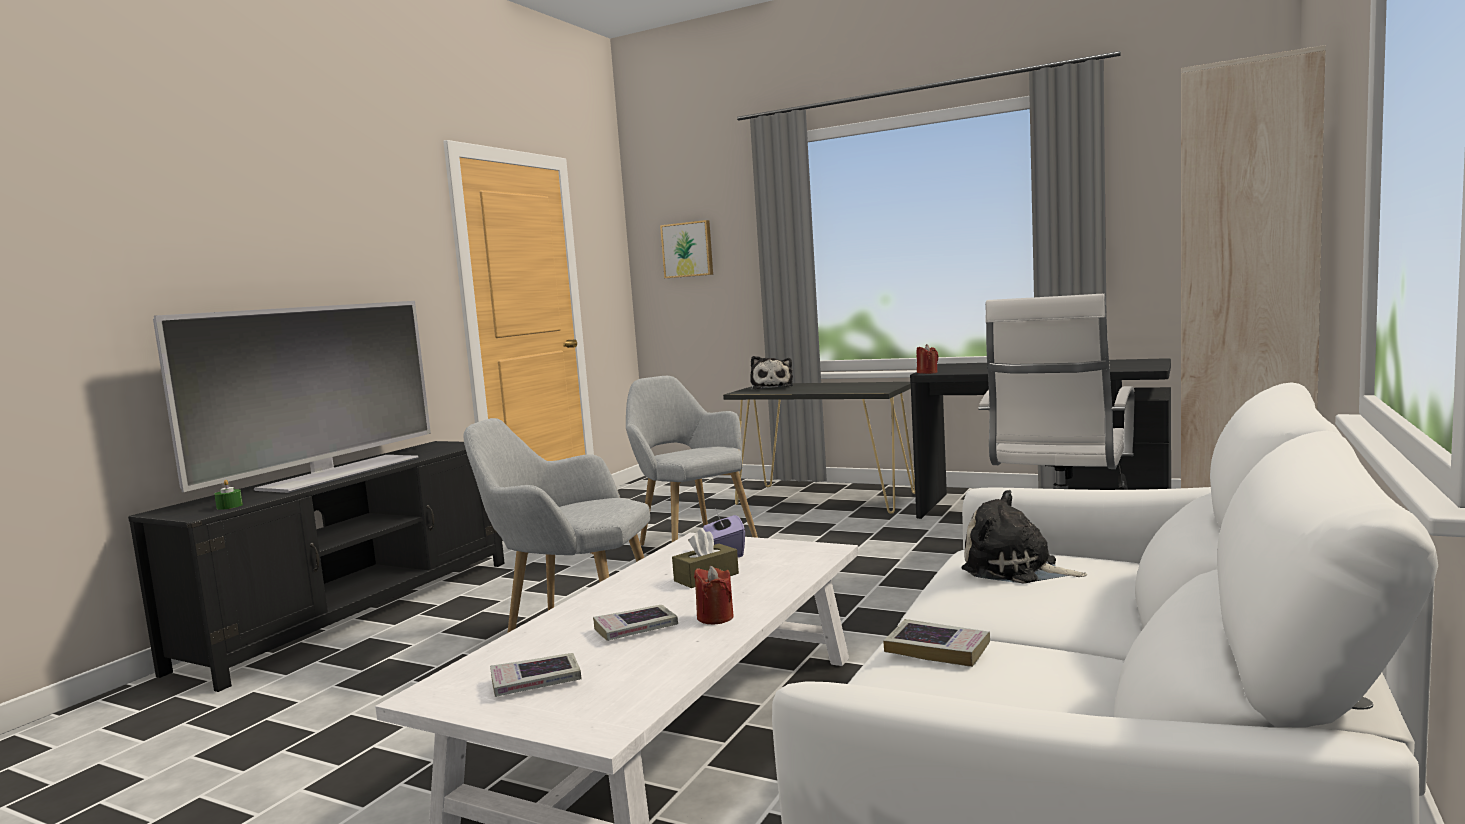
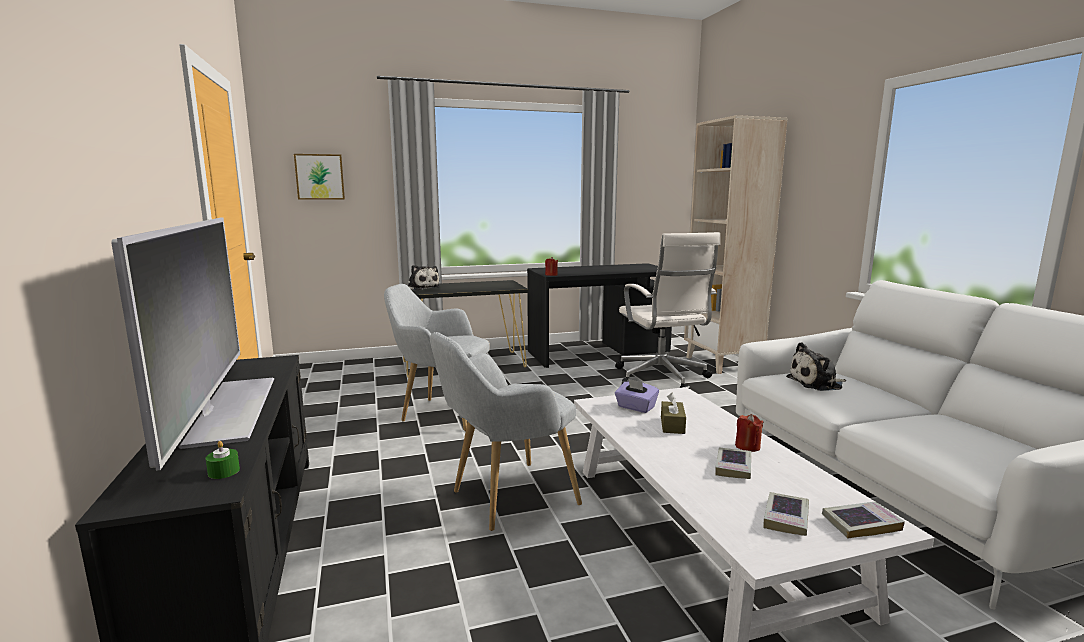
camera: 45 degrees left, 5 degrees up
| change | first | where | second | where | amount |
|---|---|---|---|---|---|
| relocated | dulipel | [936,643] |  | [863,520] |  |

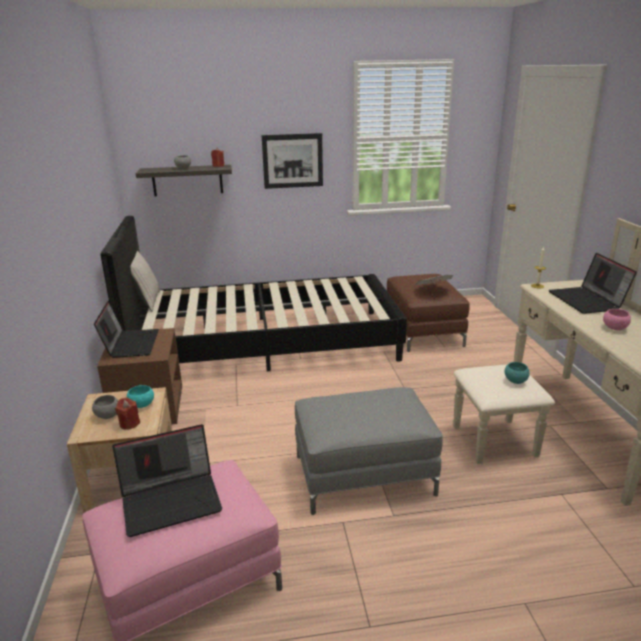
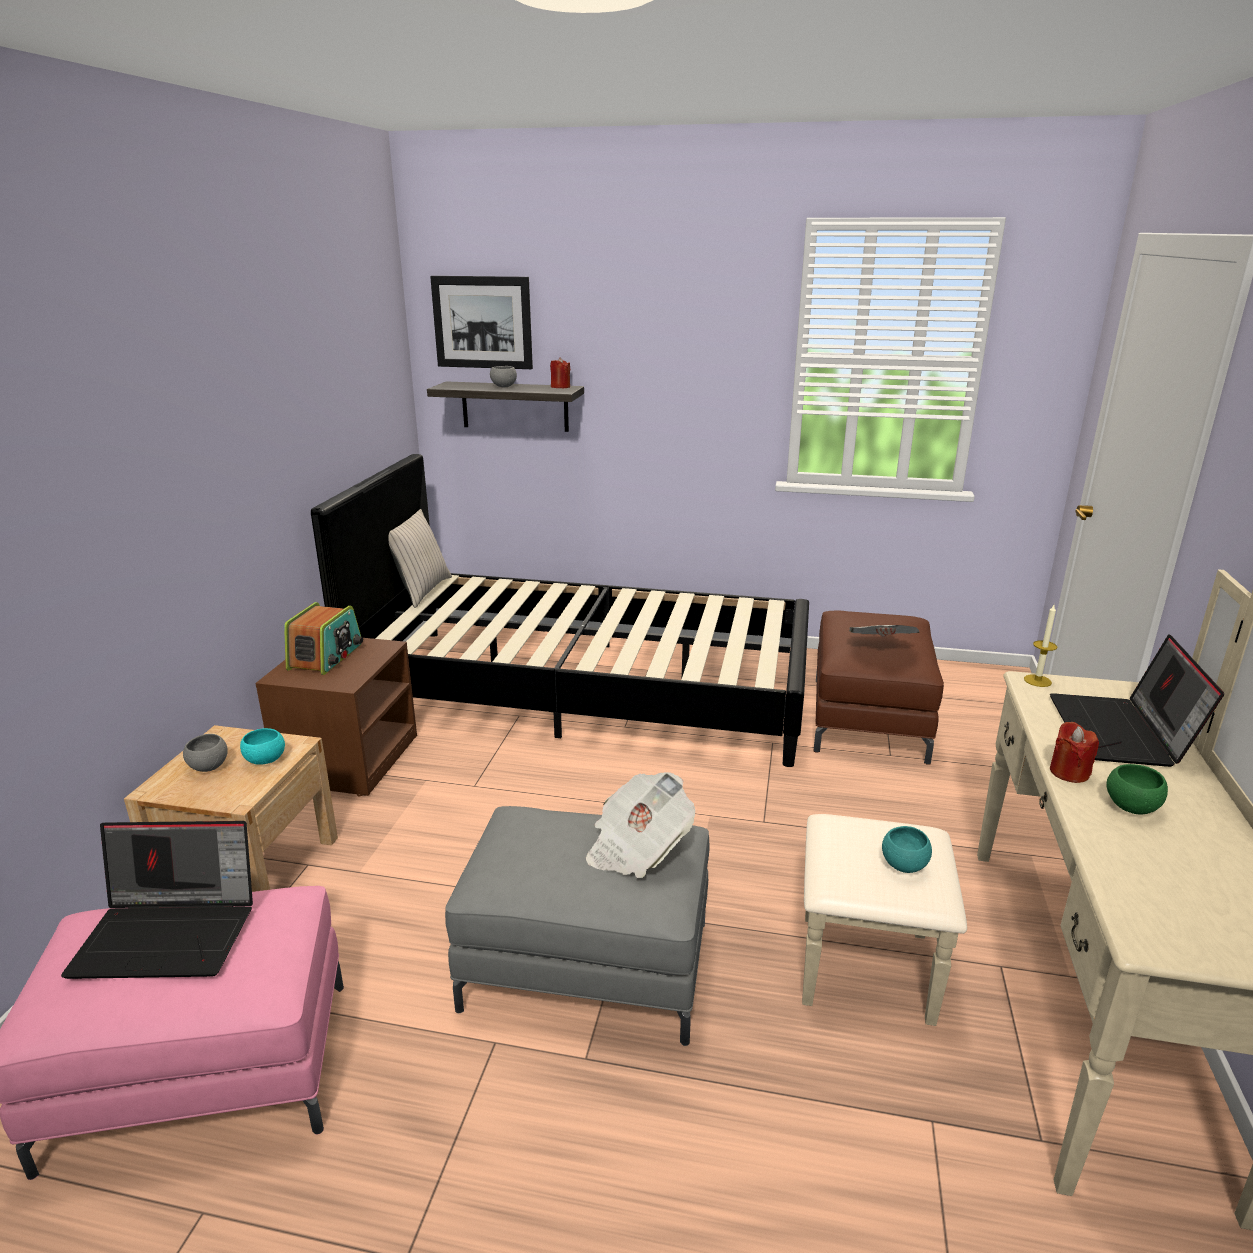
camera: 20 degrees right, 0 degrees up
| change | first | where | second | where | amount |
|---|---|---|---|---|---|
| exchanged | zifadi | [126,329] | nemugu | [323,638] |  |
| relocated | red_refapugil | [127,413] |  | [1074,752] |  |
| relocated | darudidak | [292,161] |  | [481,322] |  |
| colour | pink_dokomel | [617,319] | green_dokomel | [1137,789] |  |
| appeared |  |  | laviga | [640,825] |  |

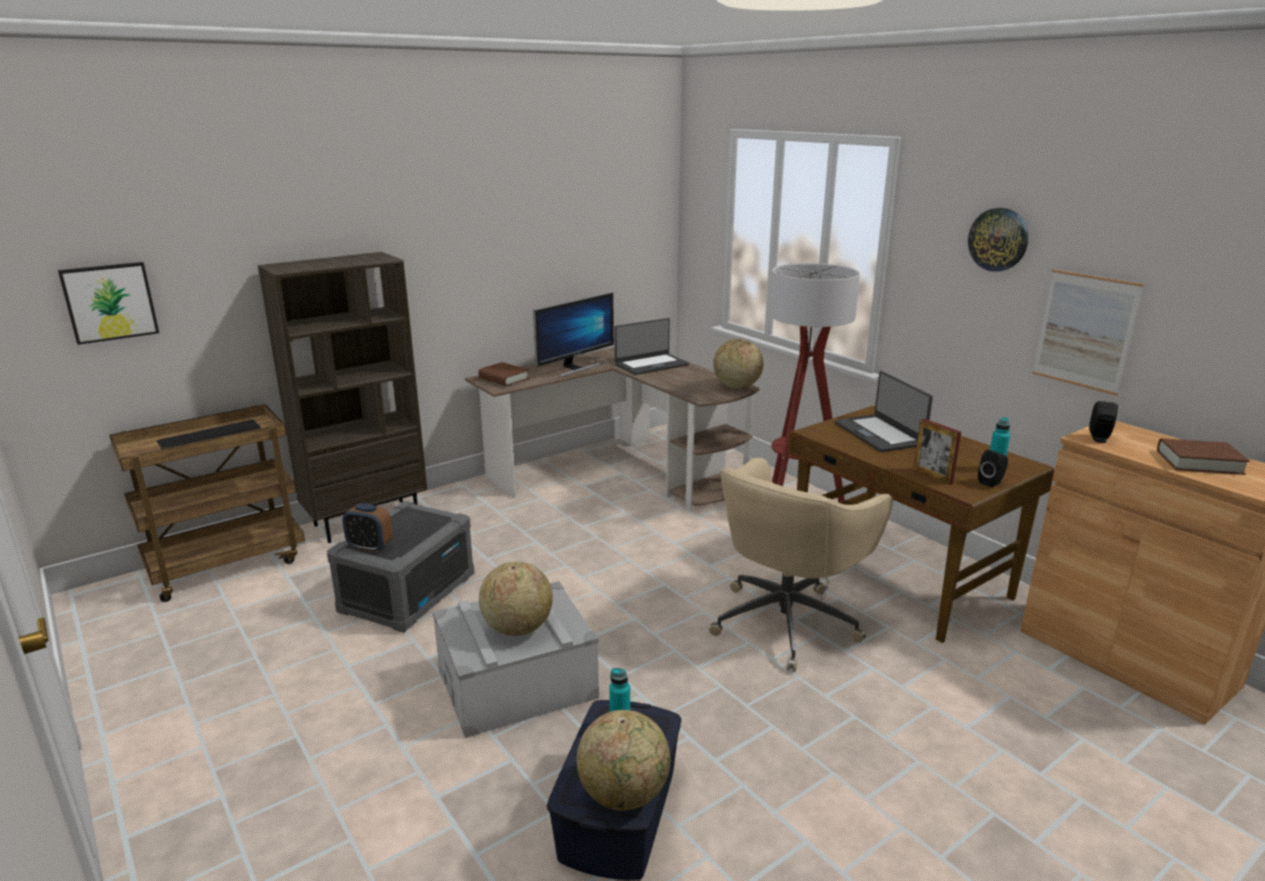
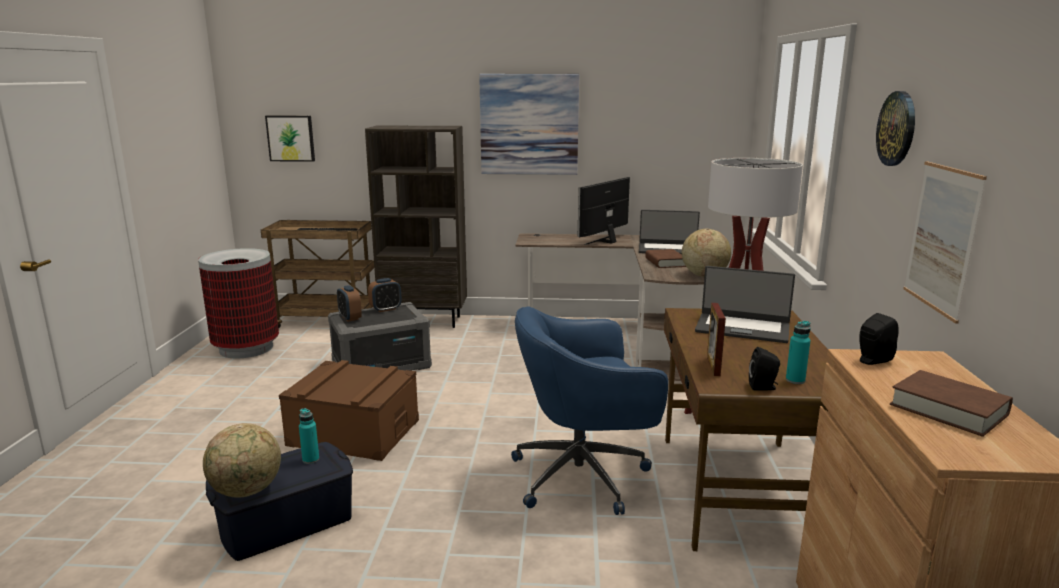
camera: 40 degrees right, 5 degrees down
| change | first | where | second | where | amount |
|---|---|---|---|---|---|
| colour | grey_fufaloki | [515,659] | brown_fufaloki | [349,410] |  |
| relocated | brown_dulipel | [503,374] |  | [665,258] |  |
| missing | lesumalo | [516,599] |  |  |  |
| spun | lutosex | [573,334] |  | [604,211] | 135 degrees clockwise |
| colour | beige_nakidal | [801,565] | blue_nakidal | [589,410] |  |
| spun | zifadi | [884,411] |  | [745,304] | 90 degrees counterclockwise |
| appeared |  |  | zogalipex | [238,303] |  |
| appeared |  |  | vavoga | [385,295] |  |
| appeared |  |  | darudidak | [529,124] |  |

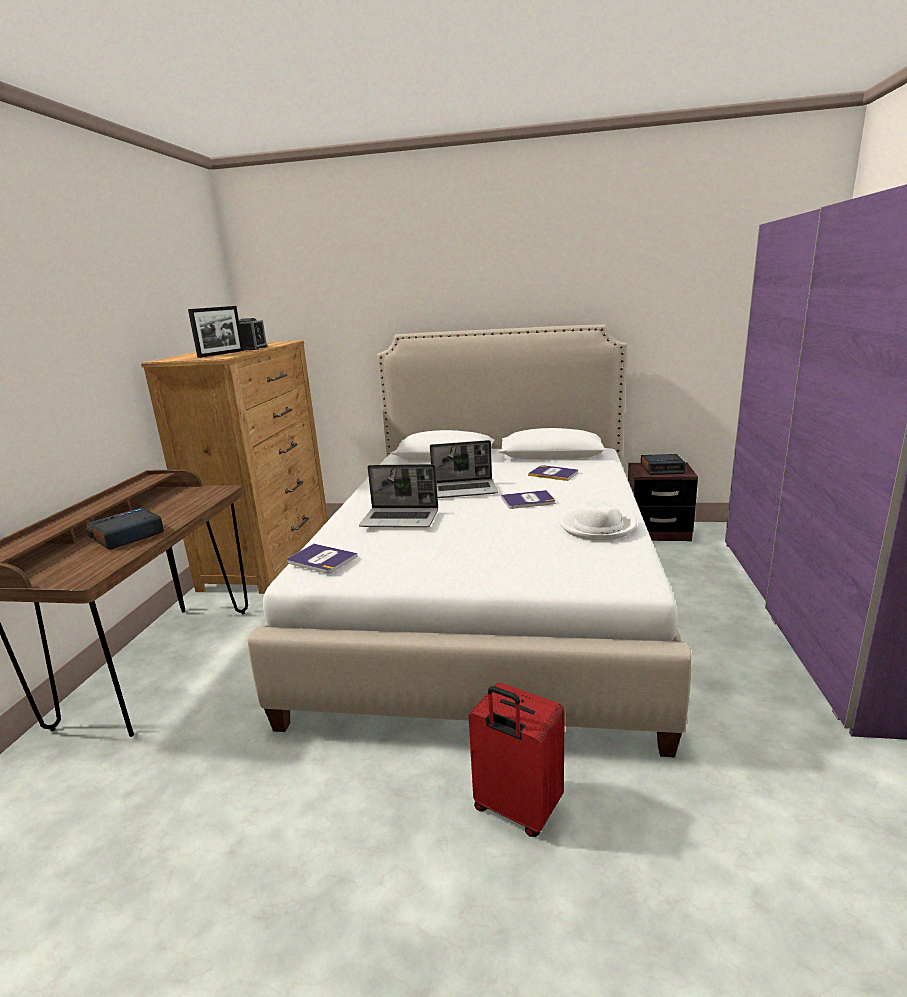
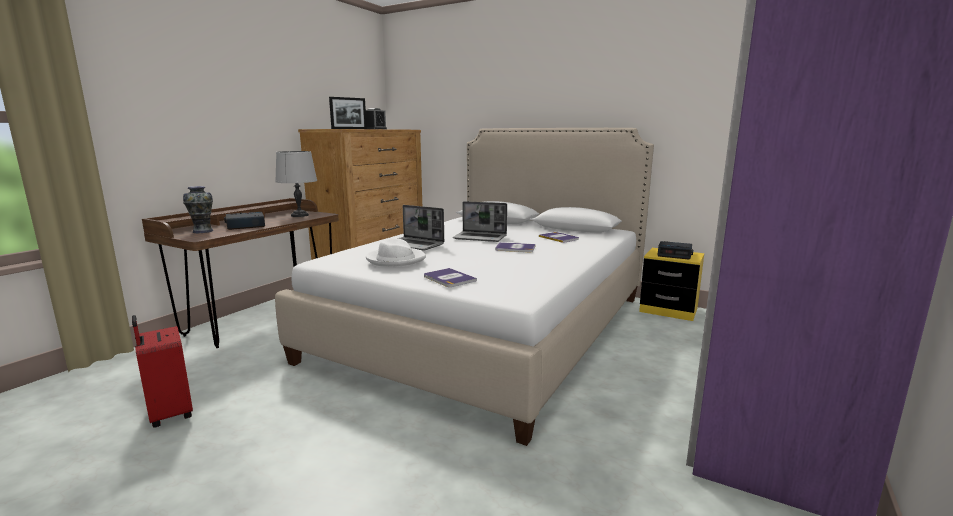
camera: 20 degrees right, 5 degrees down
| change | first | where | second | where | amount |
|---|---|---|---|---|---|
| relocated | dulipel | [322,558] |  | [450,277] |  |
| relocated | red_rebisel | [516,759] |  | [162,371] |  |
| relocated | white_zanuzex | [598,520] |  | [396,252] |  |
| colour | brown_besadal | [663,501] | yellow_besadal | [671,284] |  |
| appeared |  |  | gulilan | [198,209] |  |
| appeared |  |  | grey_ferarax | [296,184] |  |

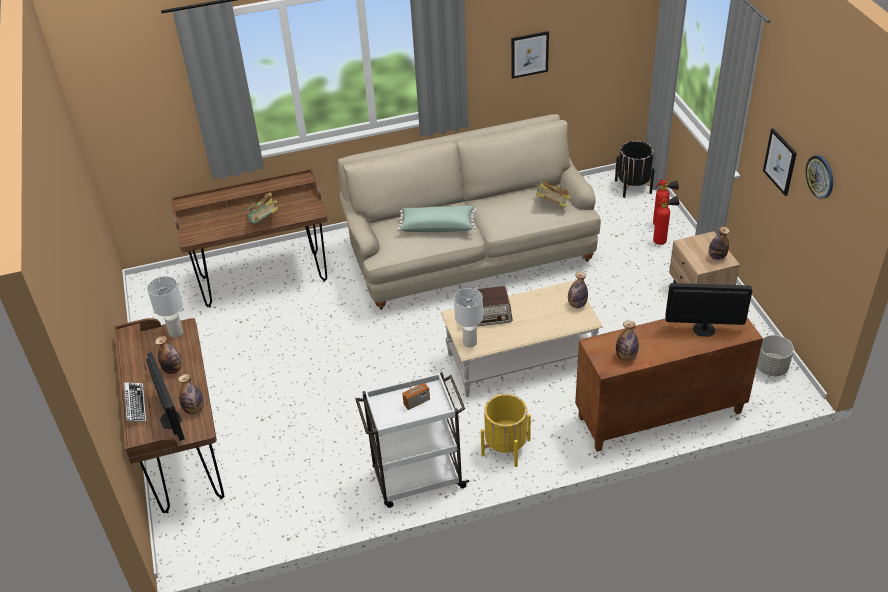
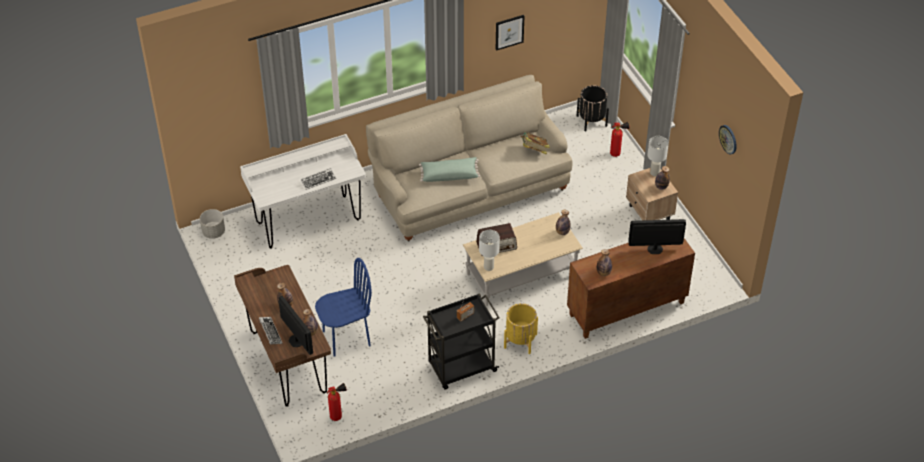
camera: 10 degrees left, 5 degrees up
| change | first | where | second | where | amount |
|---|---|---|---|---|---|
| relocated | white_ferarax | [165,307] |  | [658,156] |  |
| colour | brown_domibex | [249,238] | white_domibex | [303,191] |  |
| exchanged | dulipel | [263,207] | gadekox | [318,179] |  |
| colour | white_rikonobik | [412,440] | black_rikonobik | [461,341] |  |
| relocated | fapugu | [666,220] |  | [337,402] |  |
| relocated | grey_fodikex | [775,355] |  | [212,224] |  |
| missing | darudidak | [780,162] |  |  |  |
| appeared |  |  | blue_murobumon | [343,307] |  |

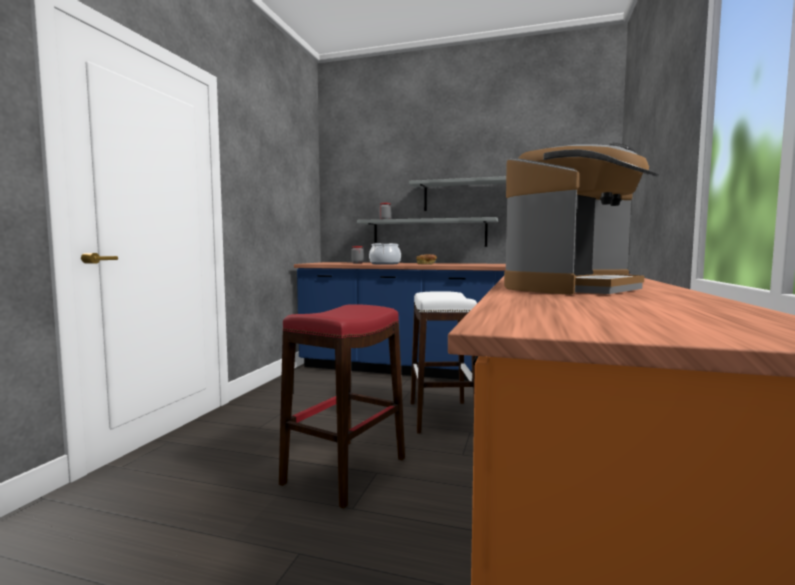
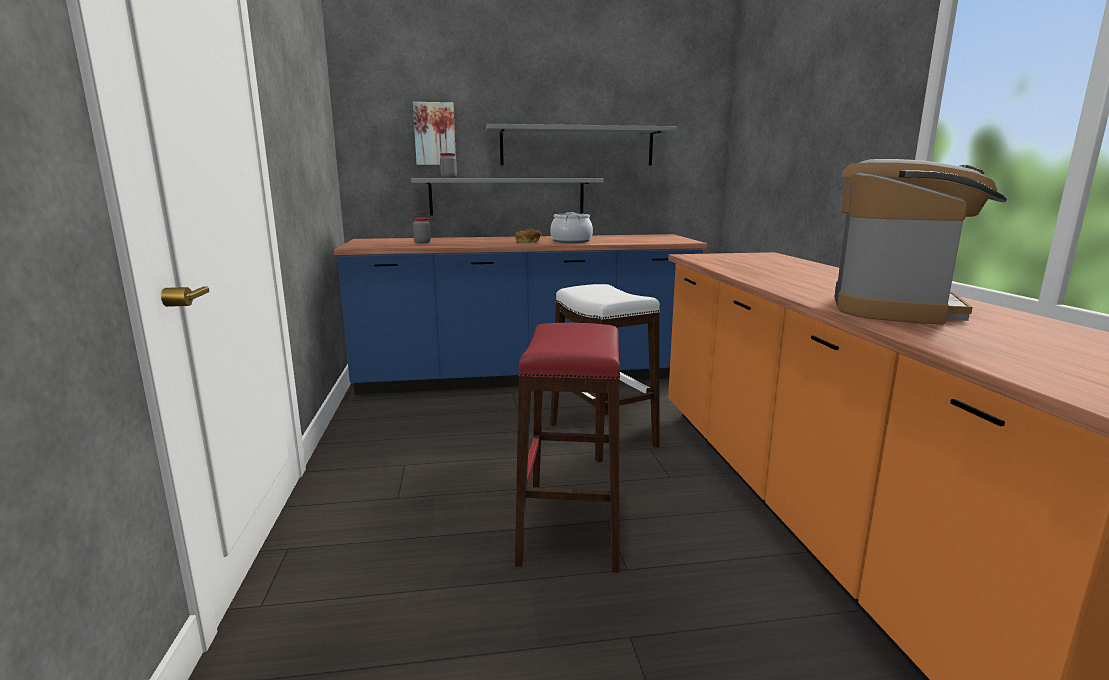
camera: 25 degrees left, 10 degrees up
| change | first | where | second | where | amount |
|---|---|---|---|---|---|
| relocated | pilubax | [385,254] |  | [571,227] |  |
| appeared |  |  | darudidak | [434,133] |  |

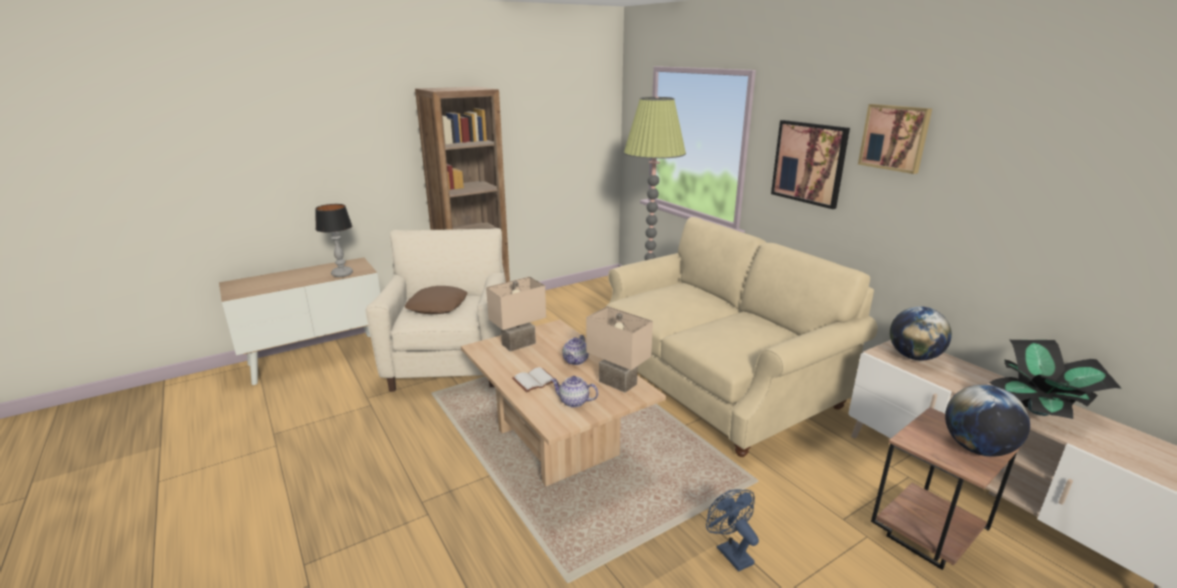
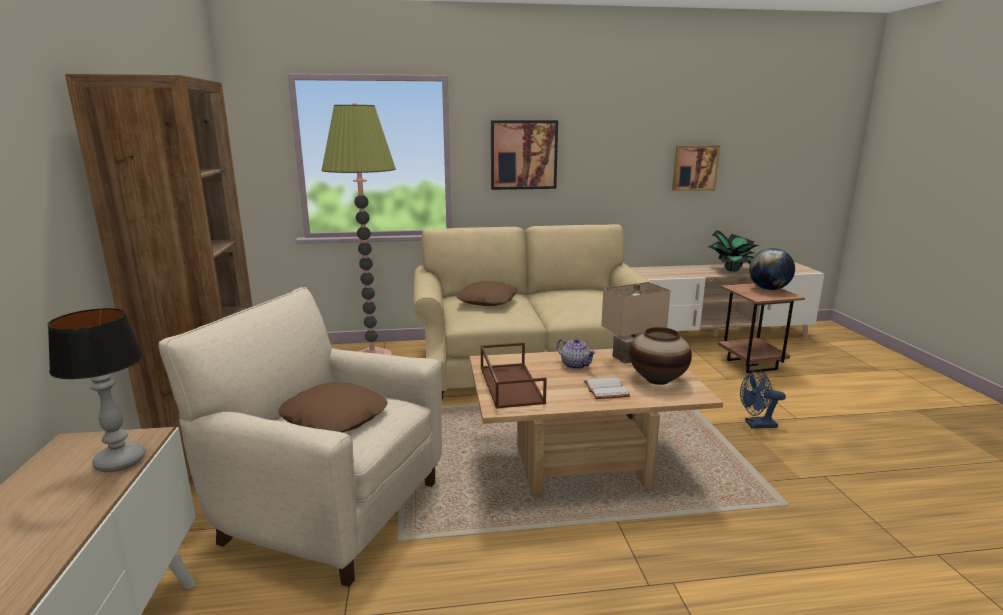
camera: 65 degrees left, 5 degrees down
| change | first | where | second | where | amount |
|---|---|---|---|---|---|
| exchanged | beige_ferarax | [516,314] | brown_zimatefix | [514,376] |  |
| exchanged | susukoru | [574,392] | gulilan | [660,356] |  |
| relocated | darudidak | [895,139] |  | [696,168] |  |
| missing | lesumalo | [921,333] |  |  |  |
| appeared |  |  | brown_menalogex | [487,294] |  |

